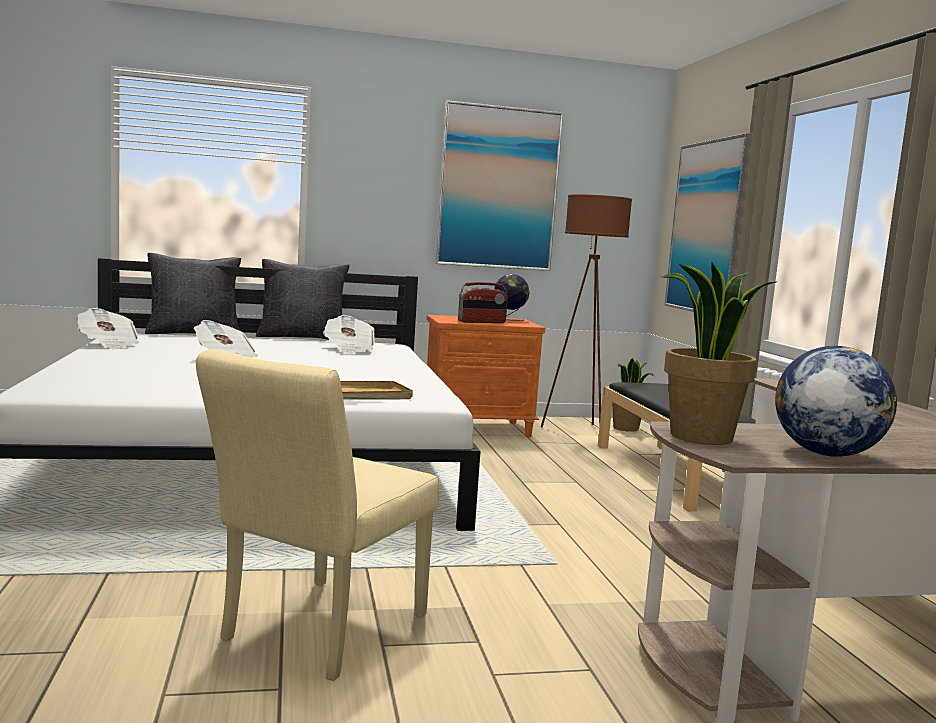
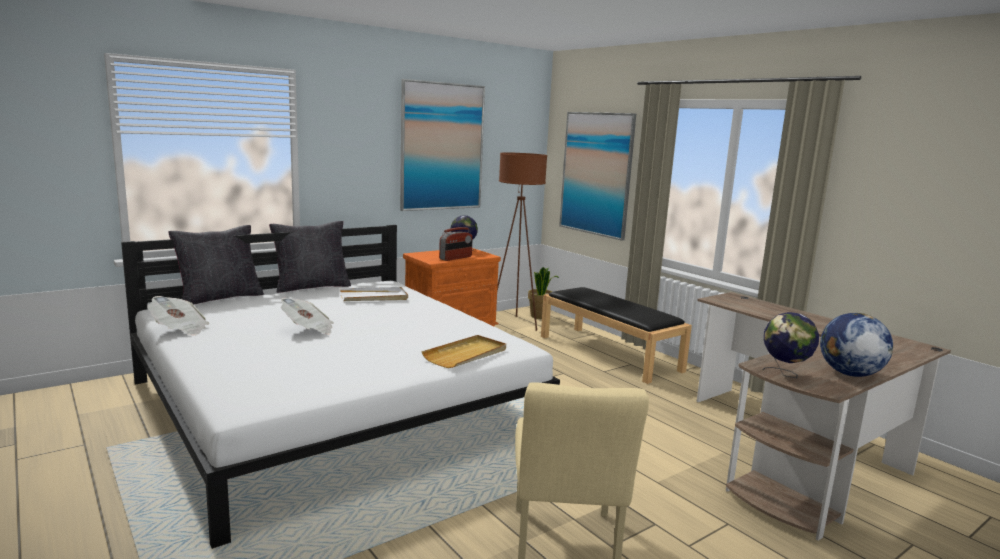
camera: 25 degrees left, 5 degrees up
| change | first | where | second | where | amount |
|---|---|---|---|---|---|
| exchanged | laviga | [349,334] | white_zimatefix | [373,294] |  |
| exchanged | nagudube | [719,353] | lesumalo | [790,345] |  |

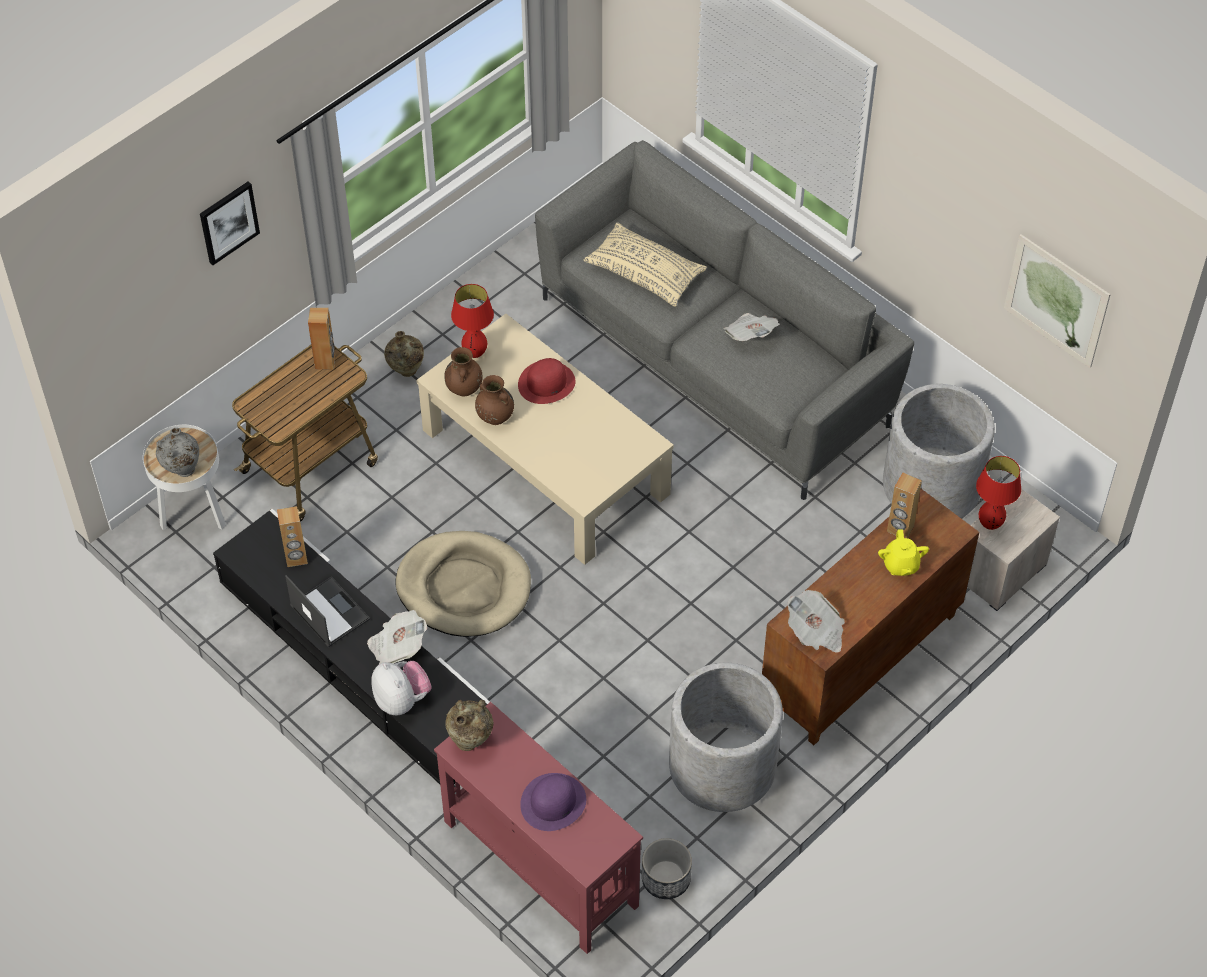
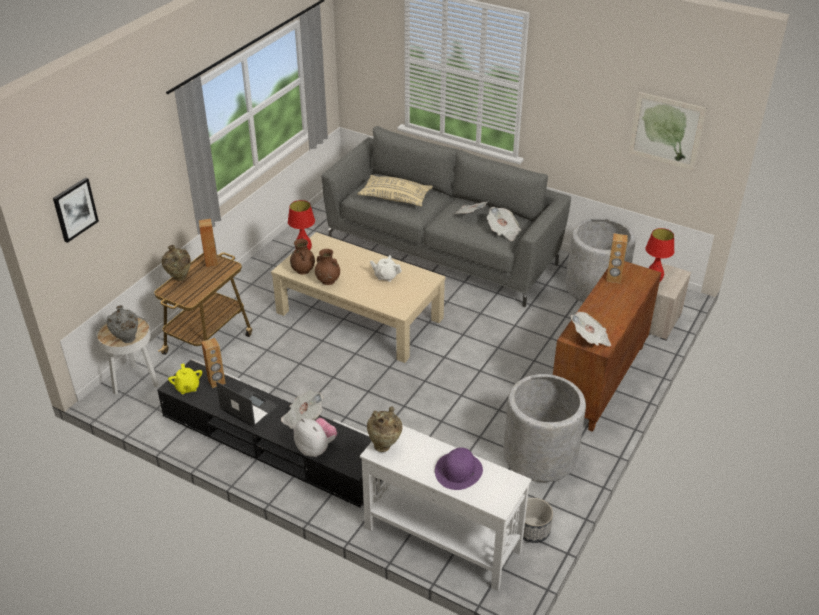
camera: 15 degrees left, 15 degrees down
| change | first | where | second | where | amount |
|---|---|---|---|---|---|
| relocated | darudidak | [230,223] |  | [76,210] |  |
| relocated | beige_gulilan | [404,354] |  | [176,263] |  |
| missing | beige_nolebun | [463,584] |  |  |  |
| colour | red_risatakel | [538,828] | white_risatakel | [446,508] |  |
| missing | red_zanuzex | [546,381] |  |  |  |
| relocated | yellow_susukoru | [903,552] |  | [185,379] |  |
| appeared |  |  | white_susukoru | [386,268] |  |
| appeared |  |  | laviga | [504,224] |  |

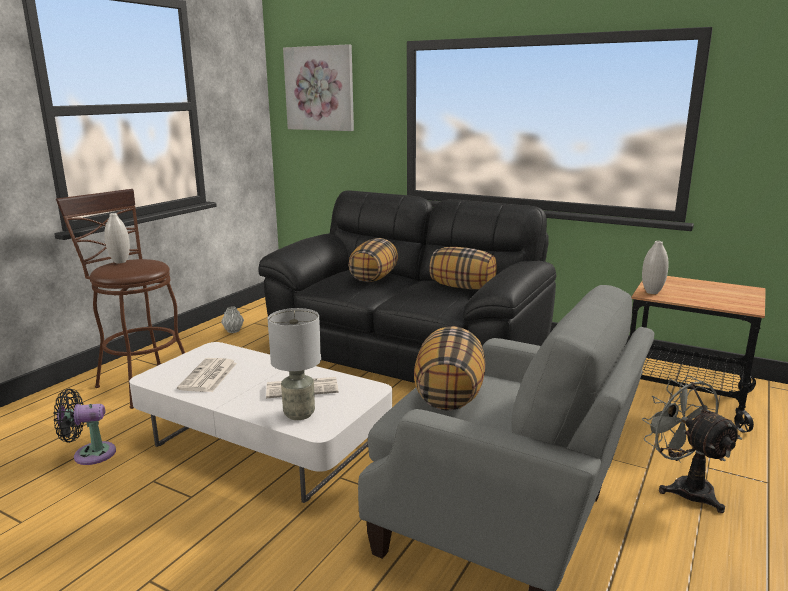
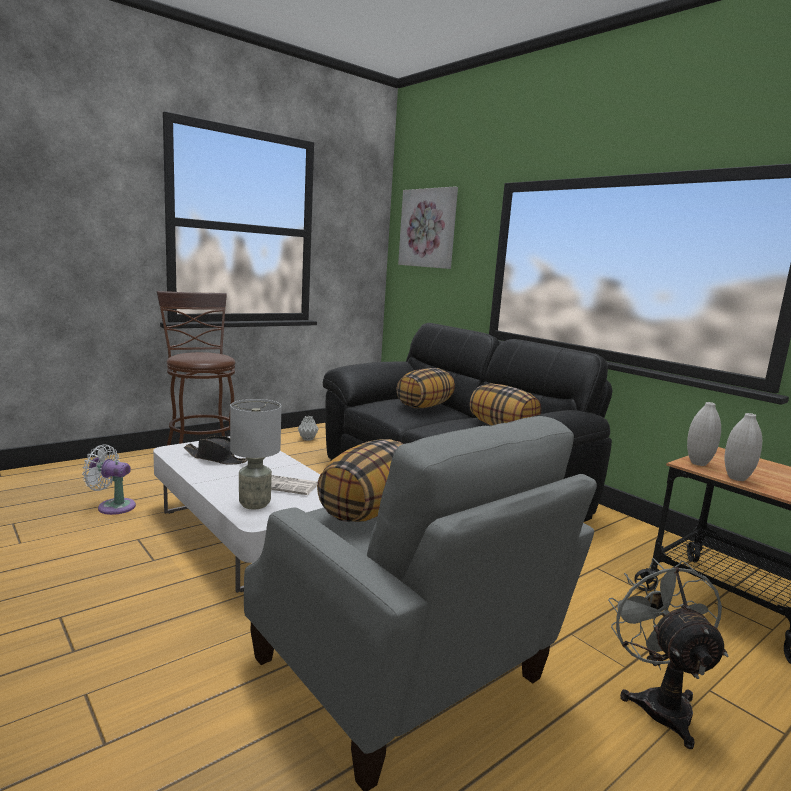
camera: 20 degrees right, 5 degrees down
| change | first | where | second | where | amount |
|---|---|---|---|---|---|
| colour | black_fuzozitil | [85,427] | white_fuzozitil | [109,479] |  |
| relocated | white_gulilan | [117,238] |  | [743,447] |  |
| exchanged | laviga | [207,375] | black_zanuzex | [215,450] |  |

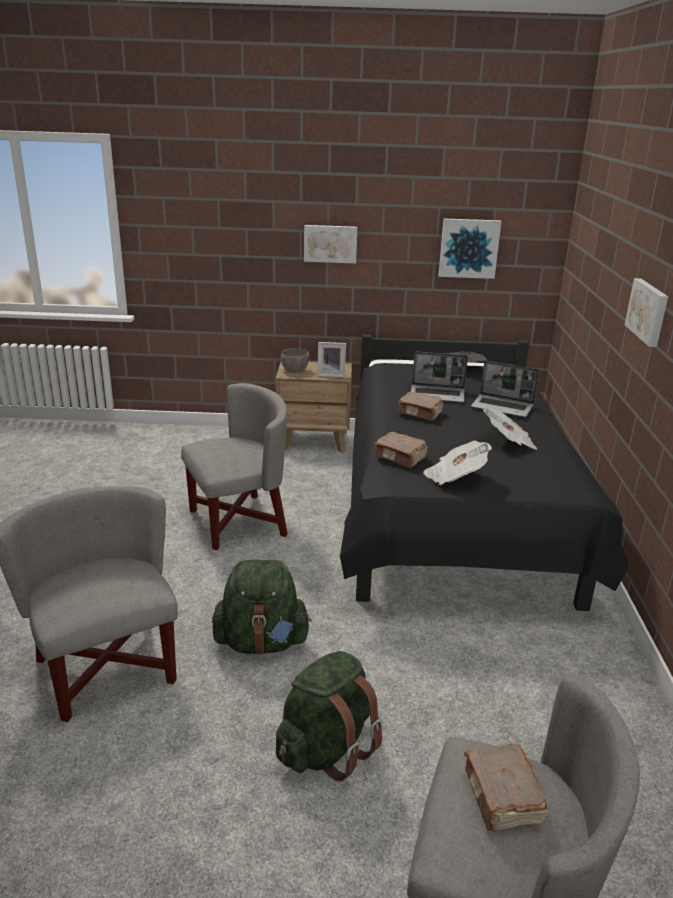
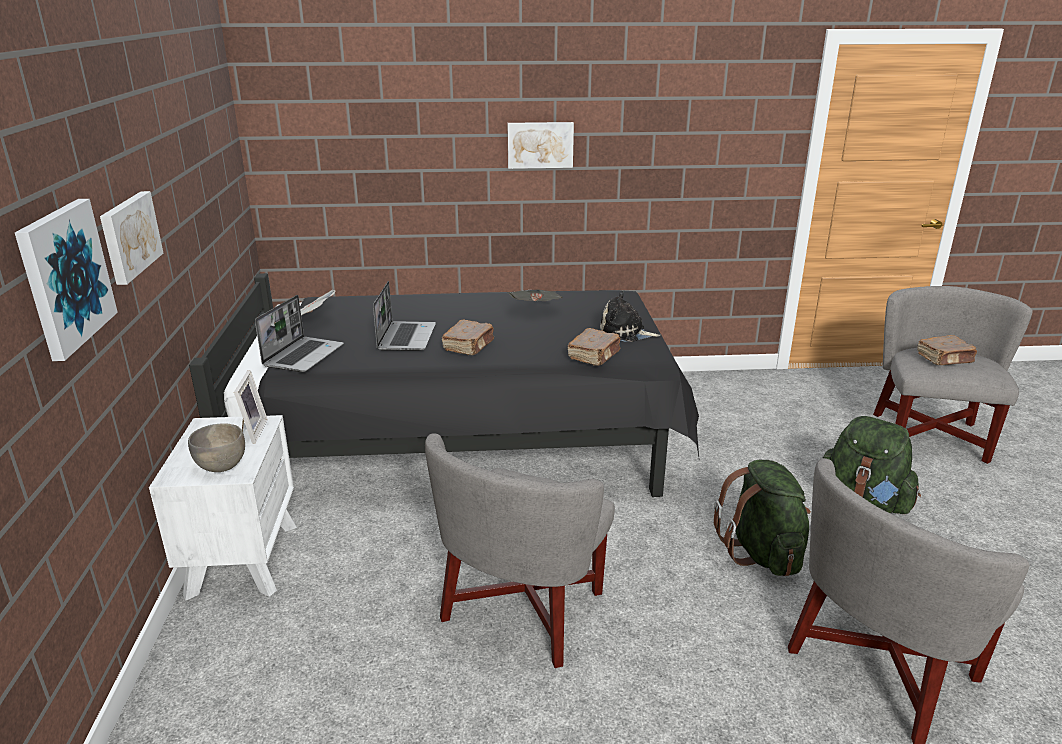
camera: 95 degrees left, 0 degrees up
| change | first | where | second | where | amount |
|---|---|---|---|---|---|
| spun | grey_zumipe | [234,466] |  | [520,550] | 120 degrees counterclockwise |
| colour | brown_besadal | [314,407] | white_besadal | [223,508] |  |
| exchanged | laviga | [457,463] | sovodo | [630,316] |  |
| relocated | darudidak | [470,249] |  | [66,280] |  |
| relocated | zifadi | [505,389] |  | [299,333] |  |

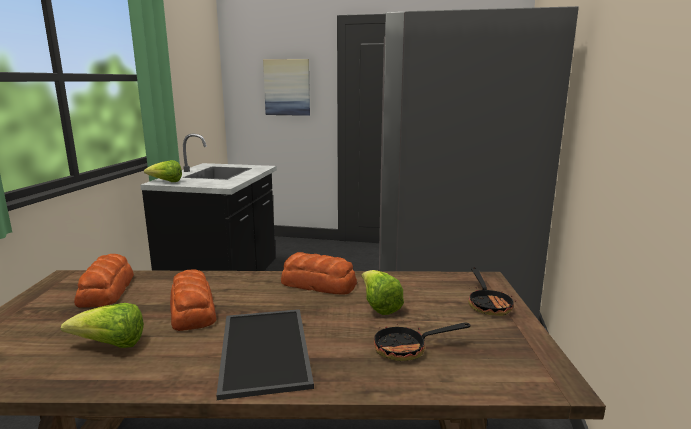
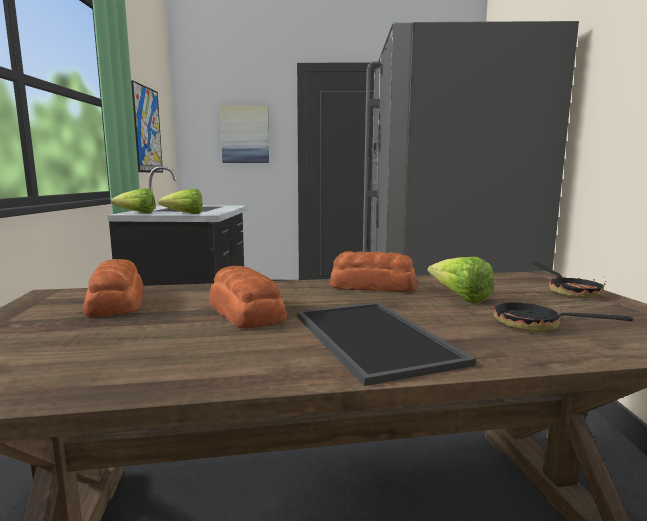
camera: 10 degrees left, 5 degrees down
| change | first | where | second | where | amount |
|---|---|---|---|---|---|
| relocated | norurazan | [102,325] |  | [180,201] |  |
| spun | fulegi | [422,341] |  | [563,312] | 60 degrees clockwise |
| appeared |  |  | darudidak | [147,126] |  |

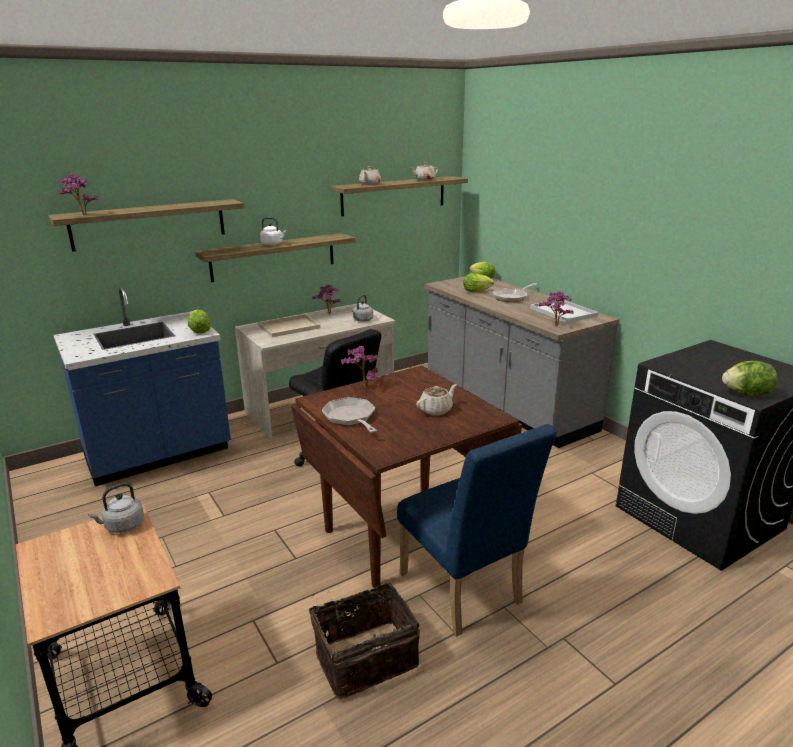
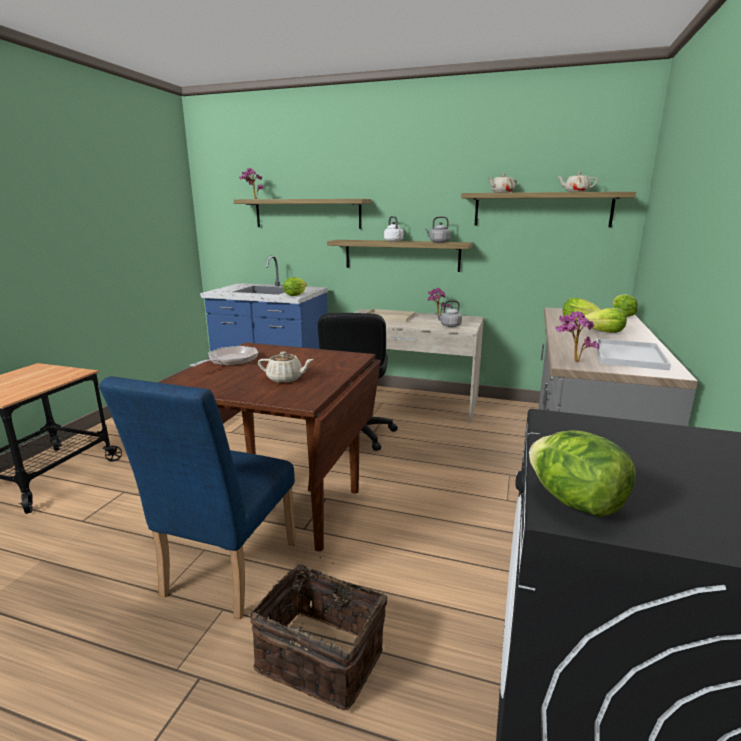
camera: 50 degrees right, 5 degrees down
| change | first | where | second | where | amount |
|---|---|---|---|---|---|
| relocated | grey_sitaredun | [116,508] |  | [437,229] |  |
| relocated | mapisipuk | [364,640] |  | [319,633] |  |
| missing | nagudube | [359,367] |  |  |  |
| exchanged | fulegi | [515,292] | norurazan | [606,320] |  |

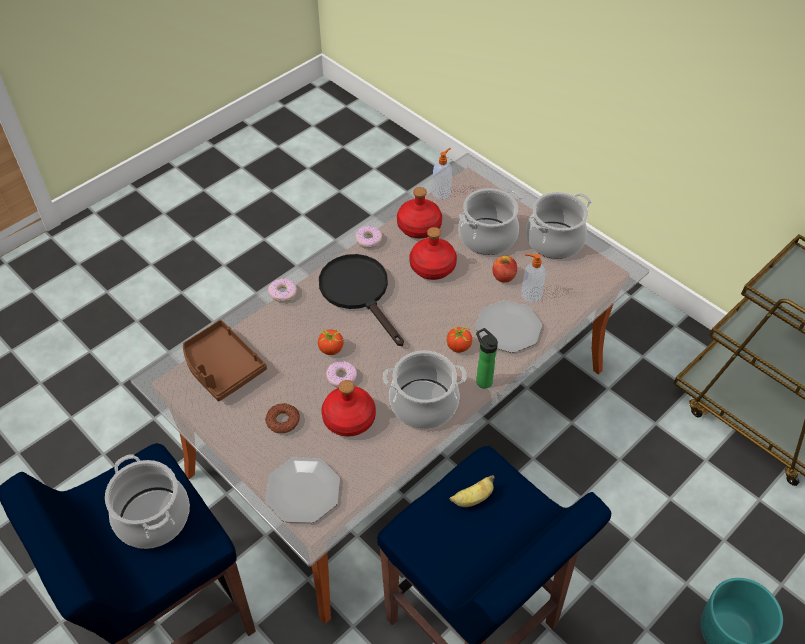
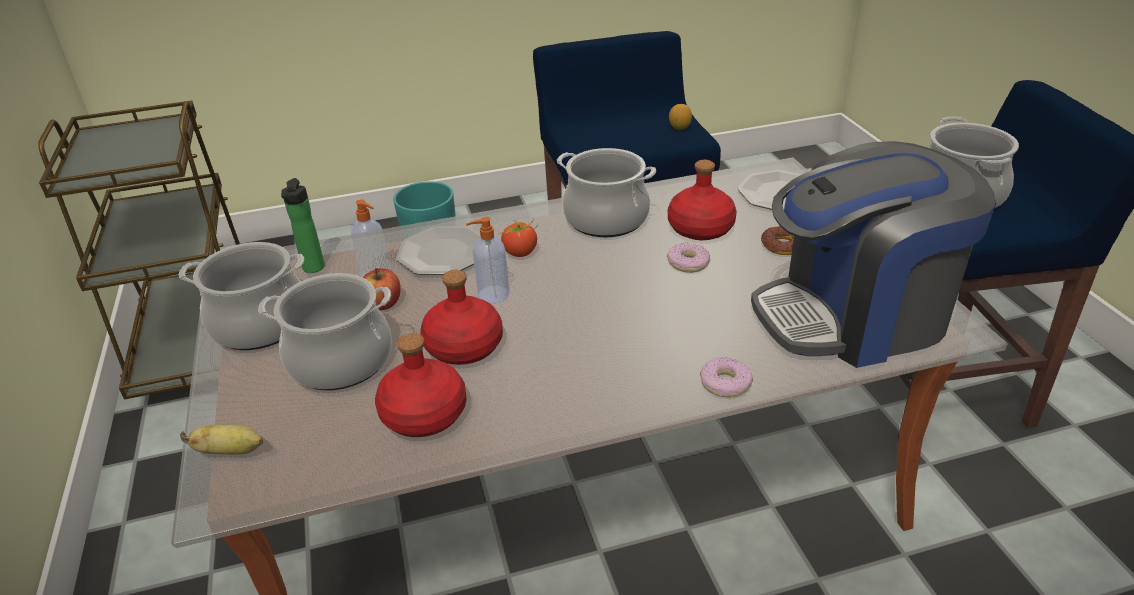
camera: 150 degrees left, 15 degrees down
| change | first | where | second | where | amount |
|---|---|---|---|---|---|
| exchanged | brown_zimatefix | [225,360] | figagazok | [873,254] |  |
| missing | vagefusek | [331,342] |  |  |  |
| missing | black_fulegi | [361,300] |  |  |  |
| missing | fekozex | [369,237] |  |  |  |
| relocated | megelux | [442,173] |  | [488,260] |  |
| relocated | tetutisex | [472,491] |  | [221,440] |  |
| relocated | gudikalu | [487,358] |  | [303,225] |  |
| appeared |  |  | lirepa | [680,117] |  |

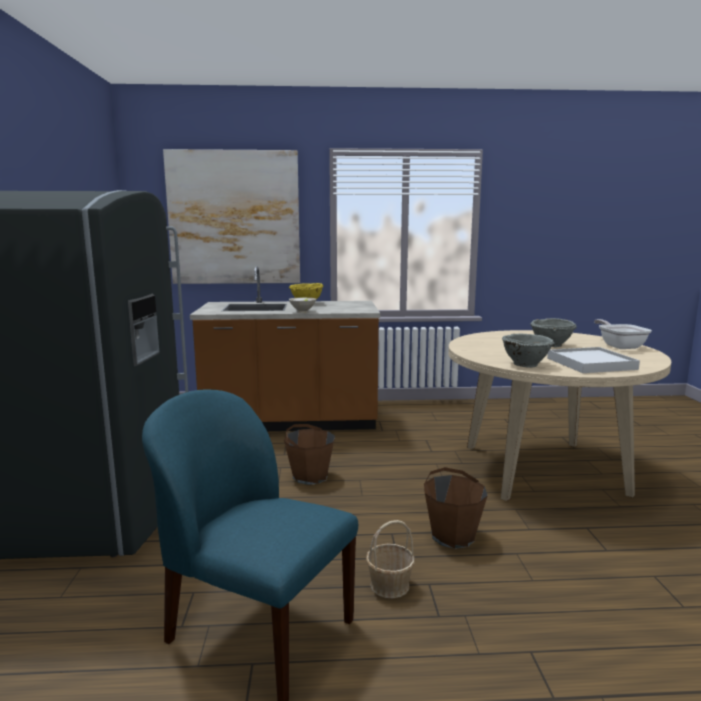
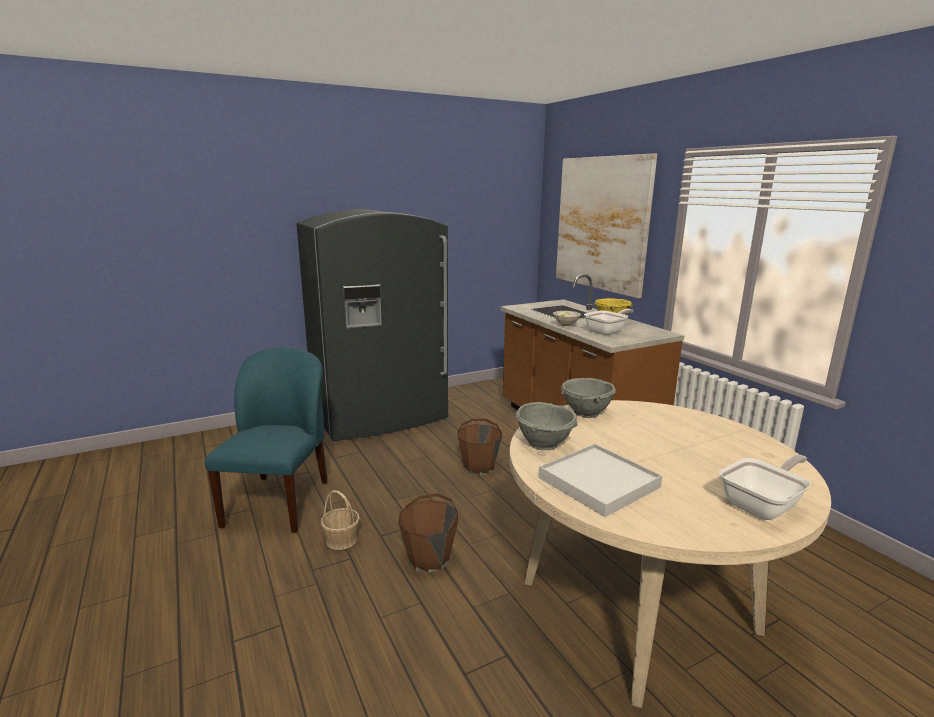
camera: 65 degrees right, 5 degrees up
| change | first | where | second | where | amount |
|---|---|---|---|---|---|
| relocated | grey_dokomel | [553,332] |  | [588,398] |  |
| appeared |  |  | fulegi | [608,322] |  |

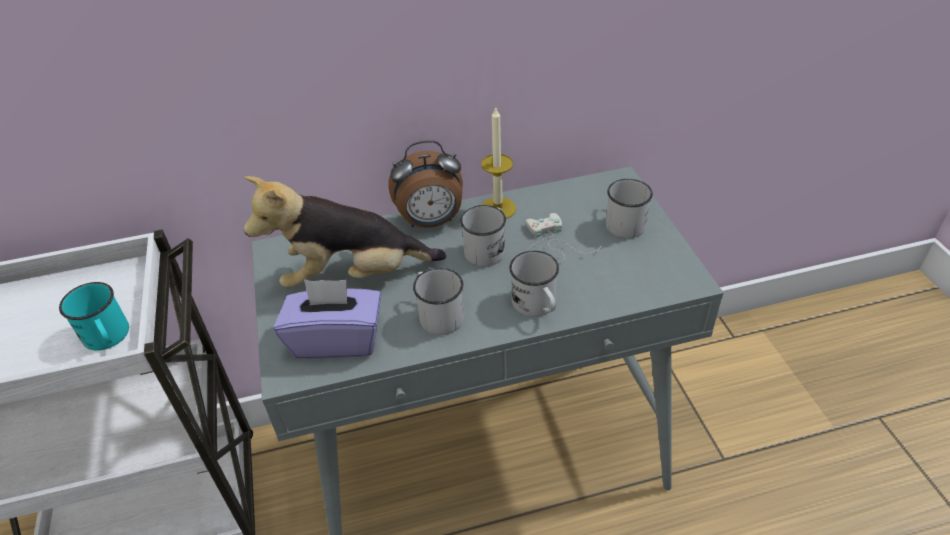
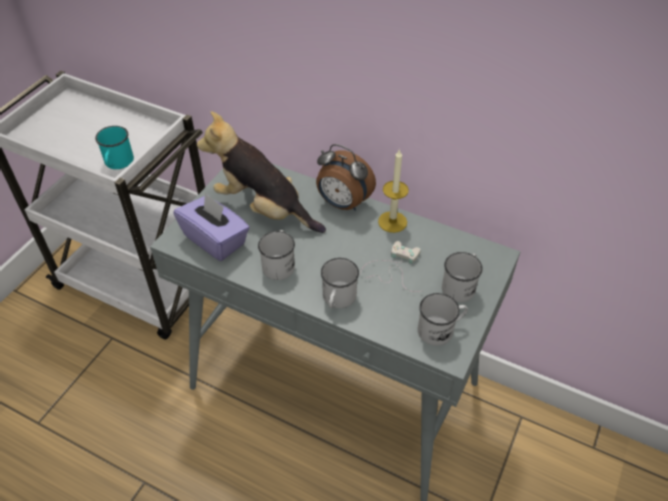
camera: 40 degrees right, 5 degrees up
| change | first | where | second | where | amount |
|---|---|---|---|---|---|
| relocated | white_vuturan | [483,236] |  | [443,319] |  |

